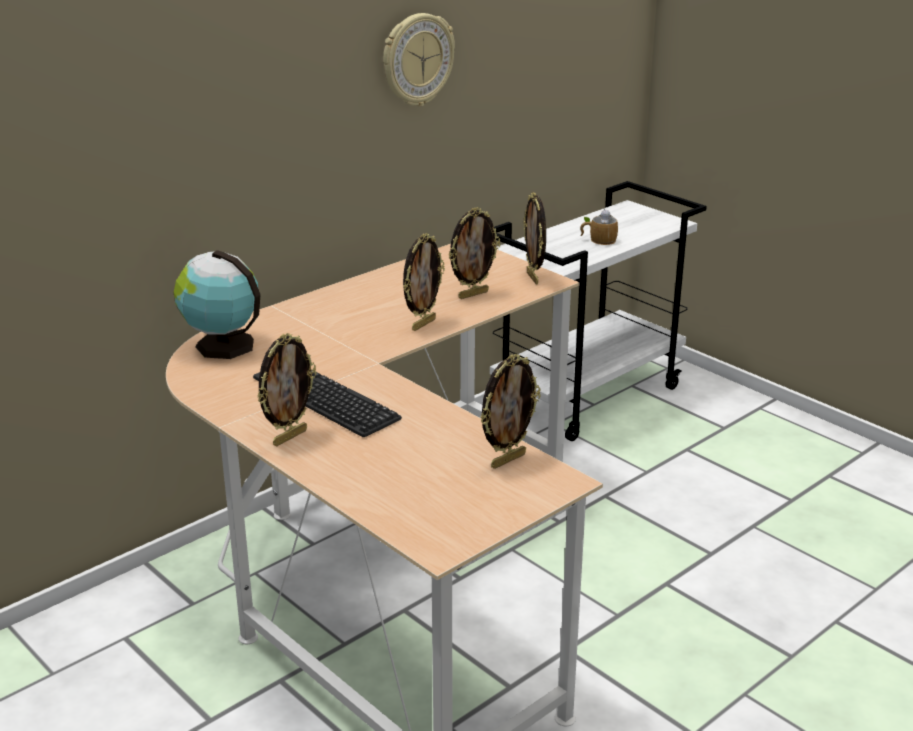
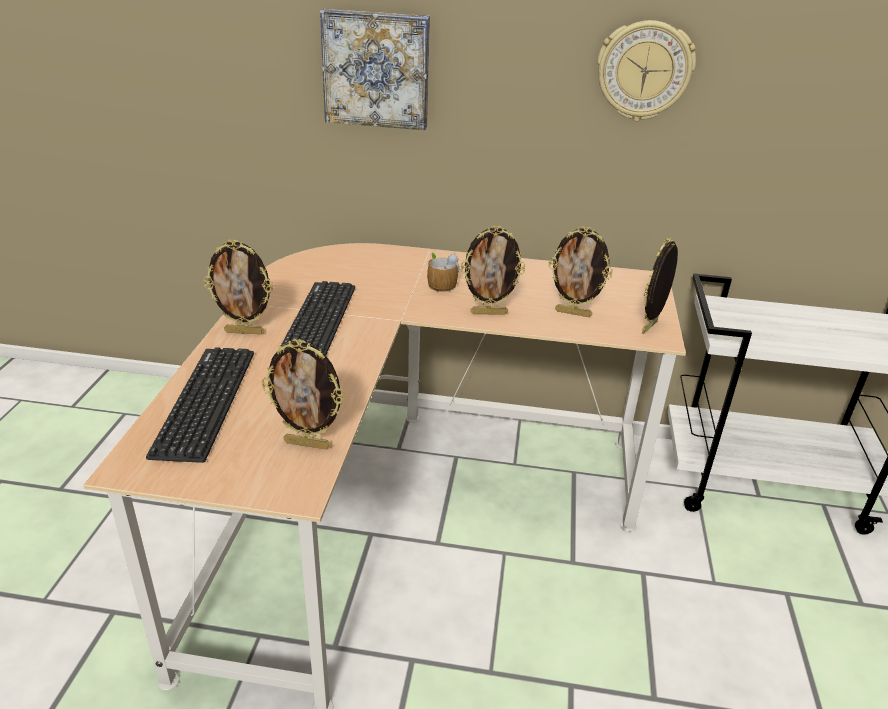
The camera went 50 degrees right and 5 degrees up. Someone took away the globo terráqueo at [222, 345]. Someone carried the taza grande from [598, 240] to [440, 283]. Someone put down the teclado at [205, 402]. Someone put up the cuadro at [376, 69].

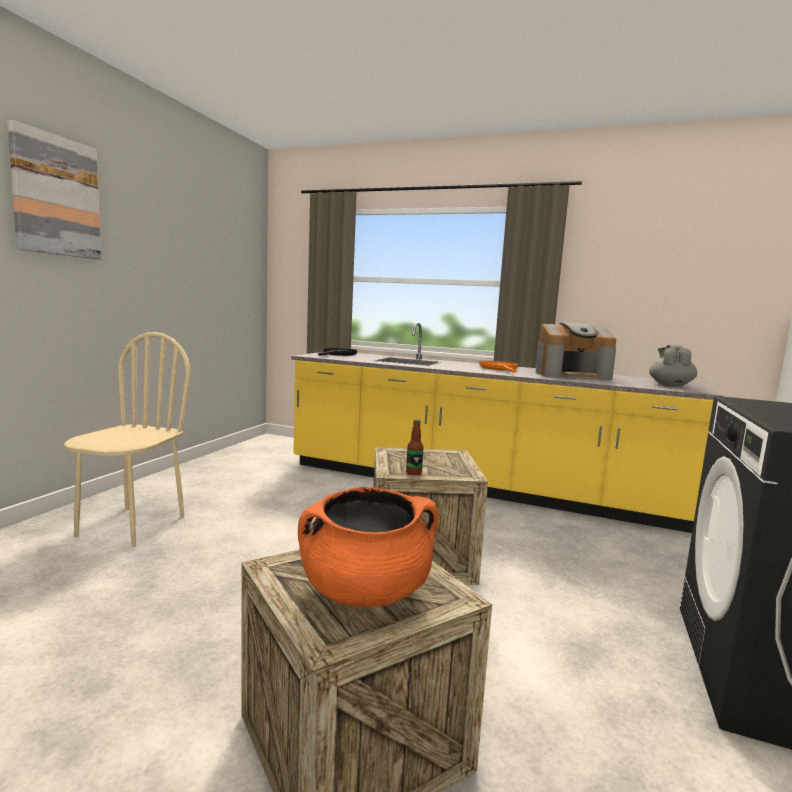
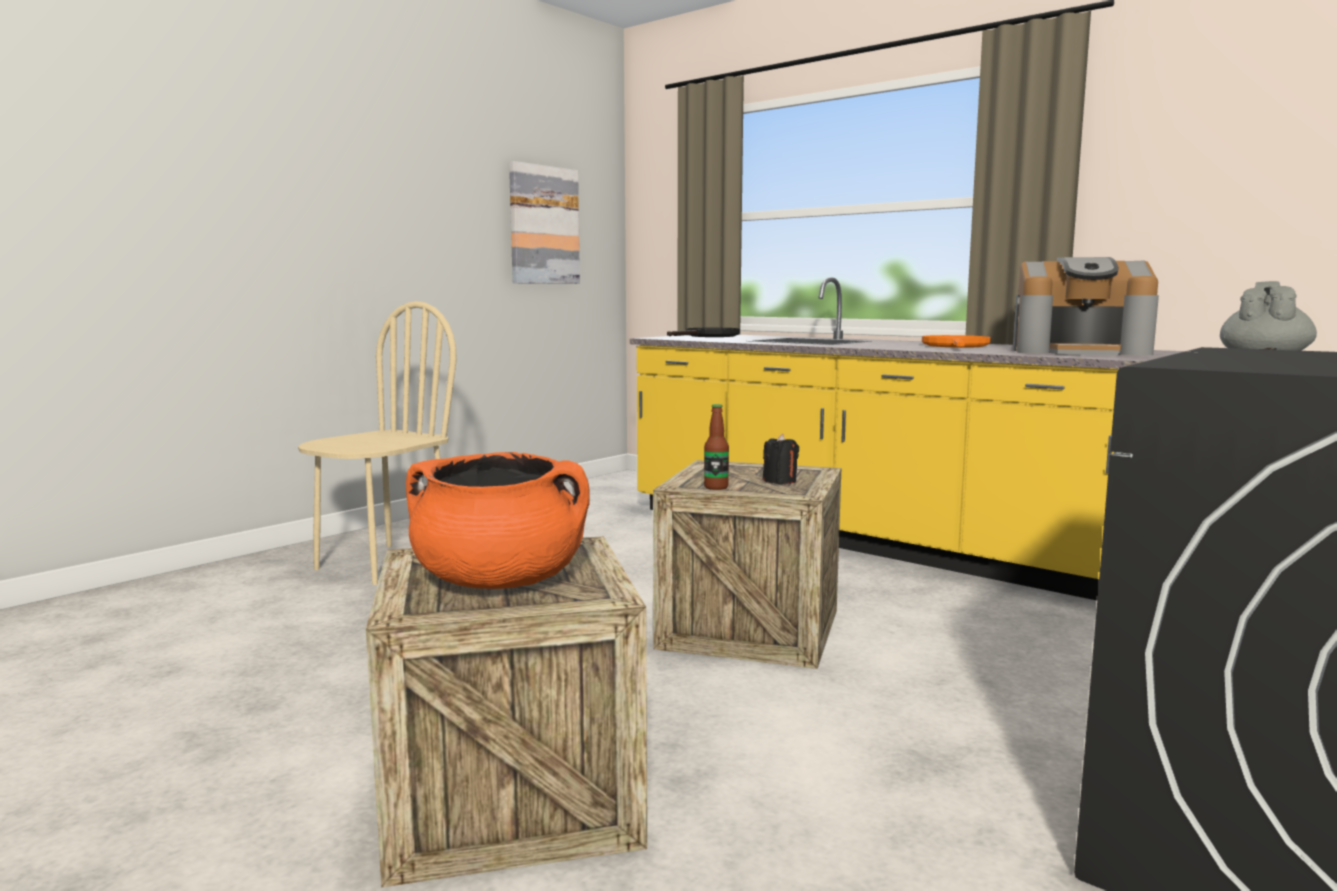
The camera went 20 degrees right and 0 degrees up. Someone carried the cuadro from [56, 196] to [543, 225]. Someone put down the vela (negro) at [780, 481].

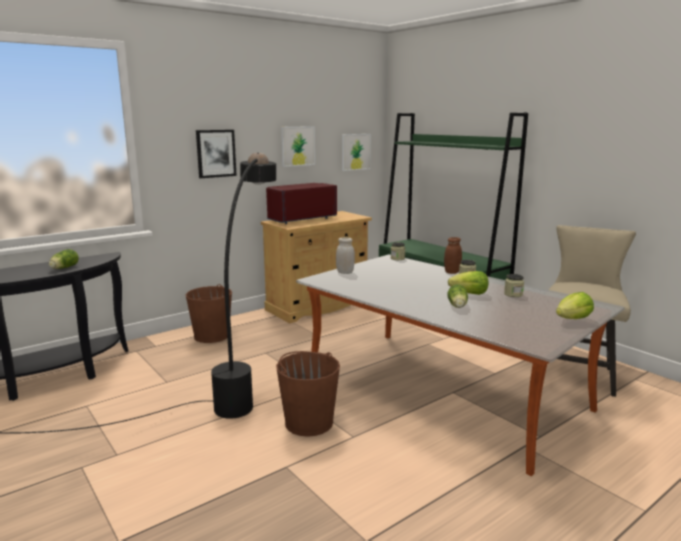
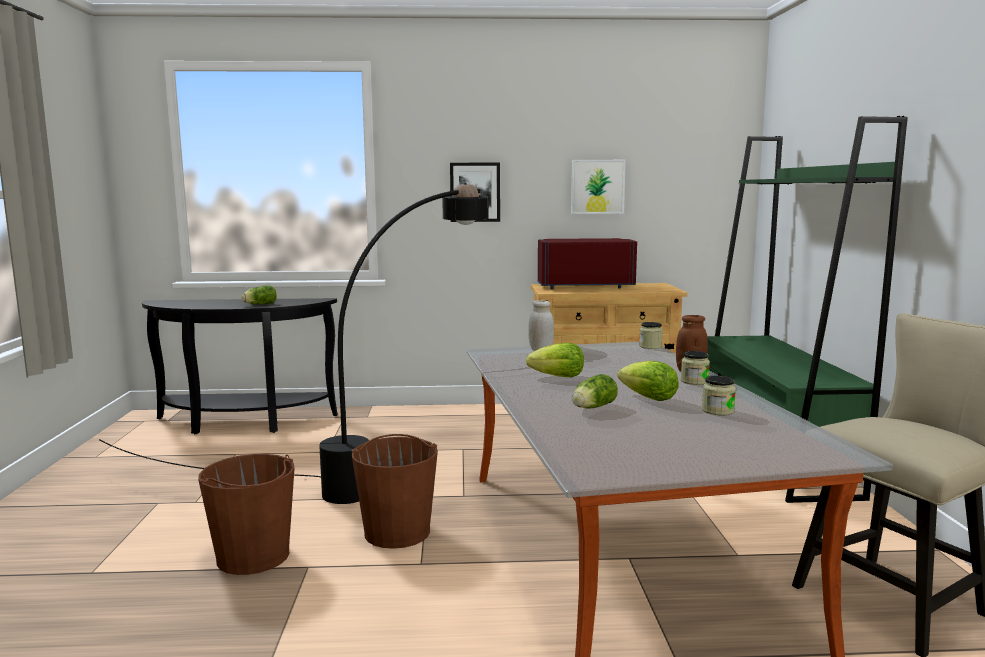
The camera went 35 degrees right and 5 degrees down. Someone carried the cubo (marrón) from [212, 336] to [253, 557]. Someone took away the cuadro at [355, 152]. Someone carried the lechuga from [573, 319] to [558, 377].

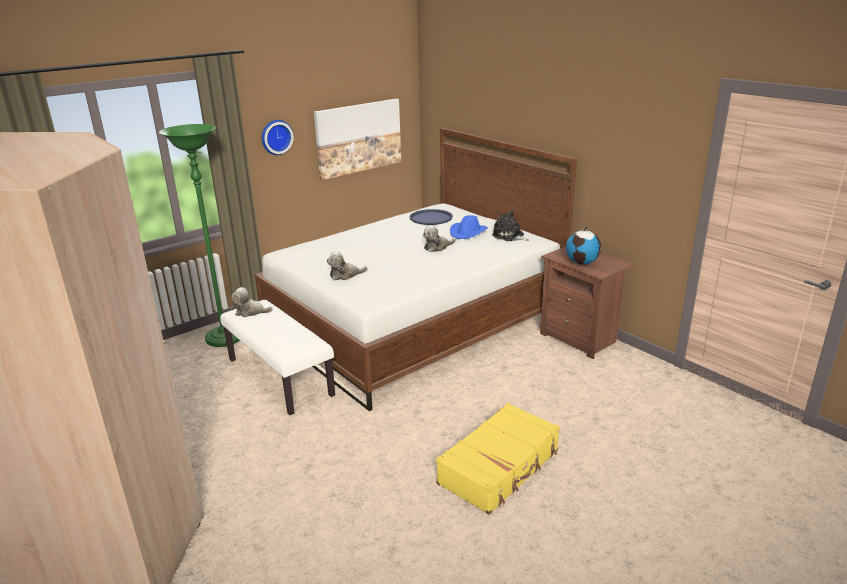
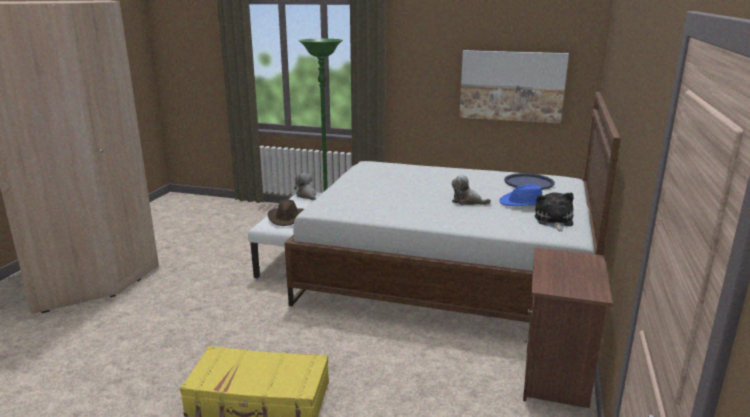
The camera went 55 degrees right and 5 degrees down. Someone took away the reloj de pared at [276, 137]. Someone took away the peluche at [345, 275]. Someone took away the globo terráqueo at [582, 263]. Someone put down the sombrero (marrón) at [287, 218].

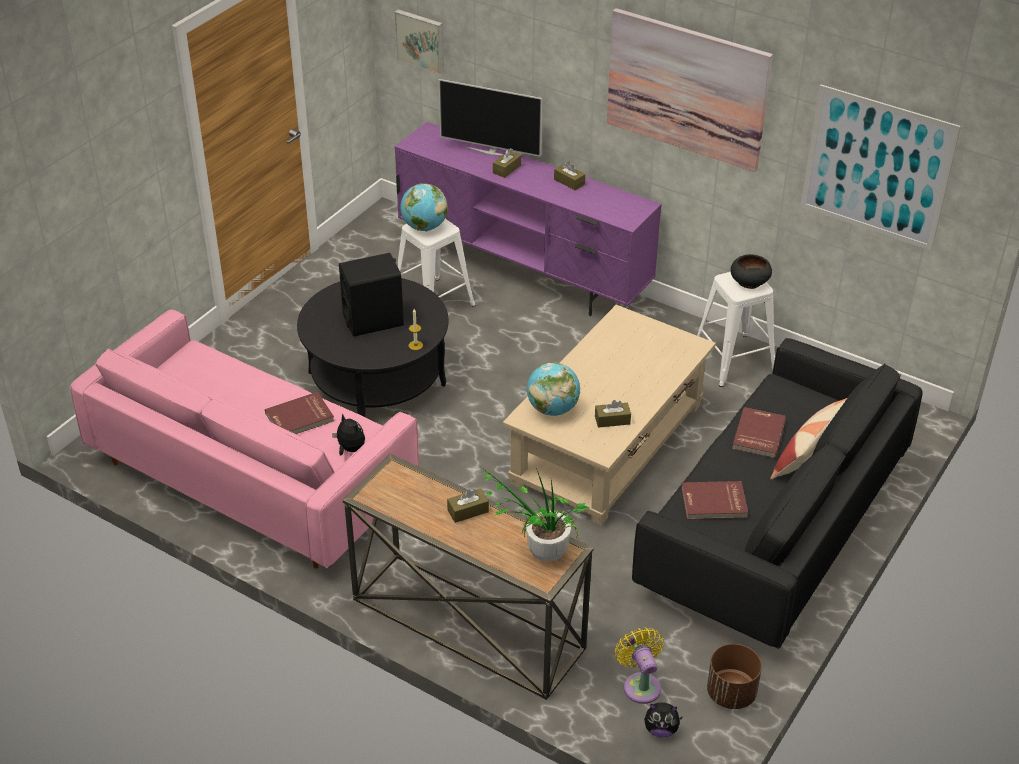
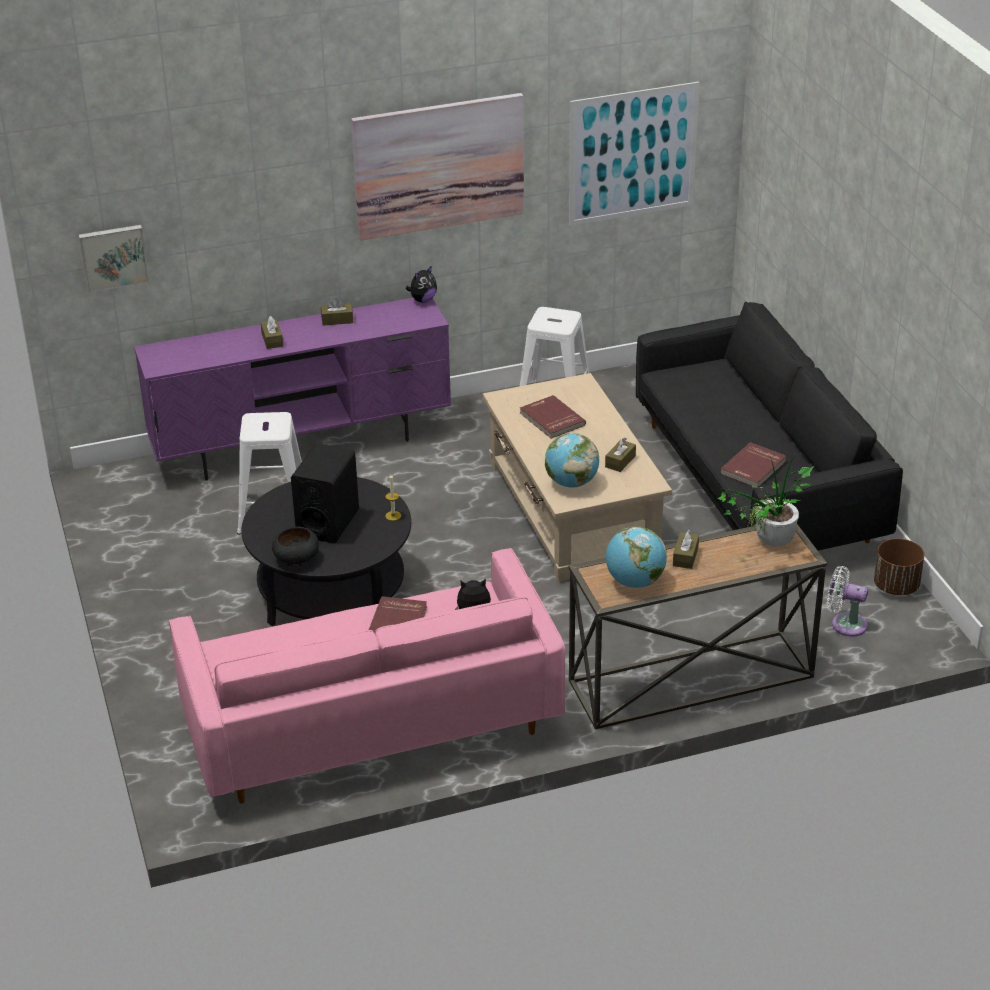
The camera went 50 degrees left and 5 degrees down. Someone carried the globo terráqueo from [424, 227] to [635, 582]. Someone took away the televisor at [491, 152]. Someone repainted the ventilador (amarillo) at [640, 684], which became the ventilador (blanco) at [845, 624]. Someone carried the peluche from [661, 729] to [423, 300]. Someone carried the cuenco (negro) from [749, 282] to [296, 559]. Someone carried the libro (rojo) from [757, 434] to [551, 419]. Someone took away the cojín at [808, 454].

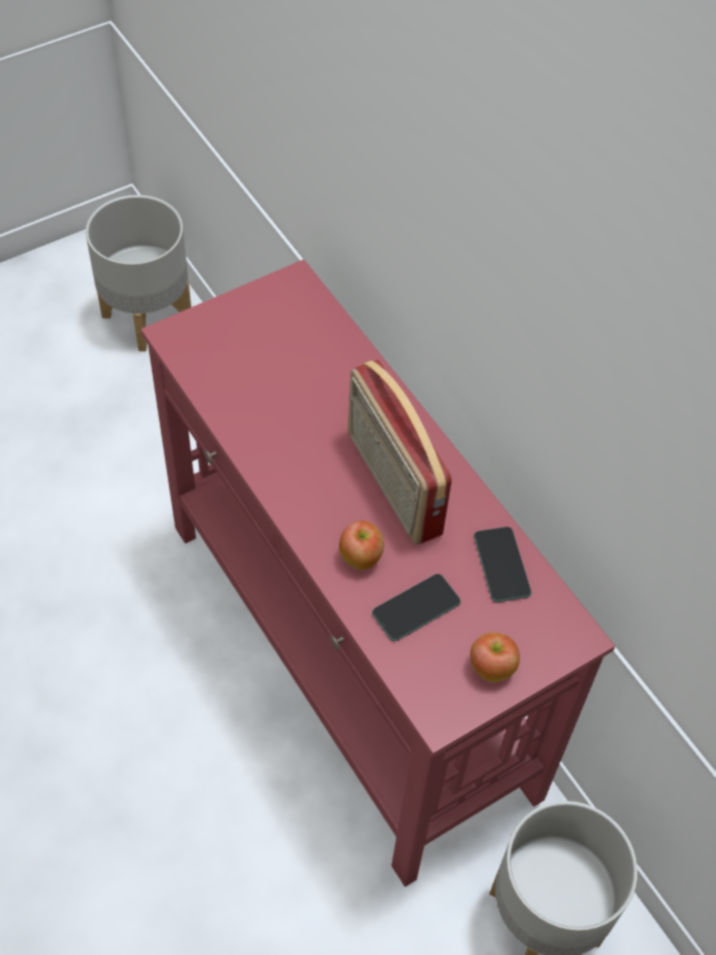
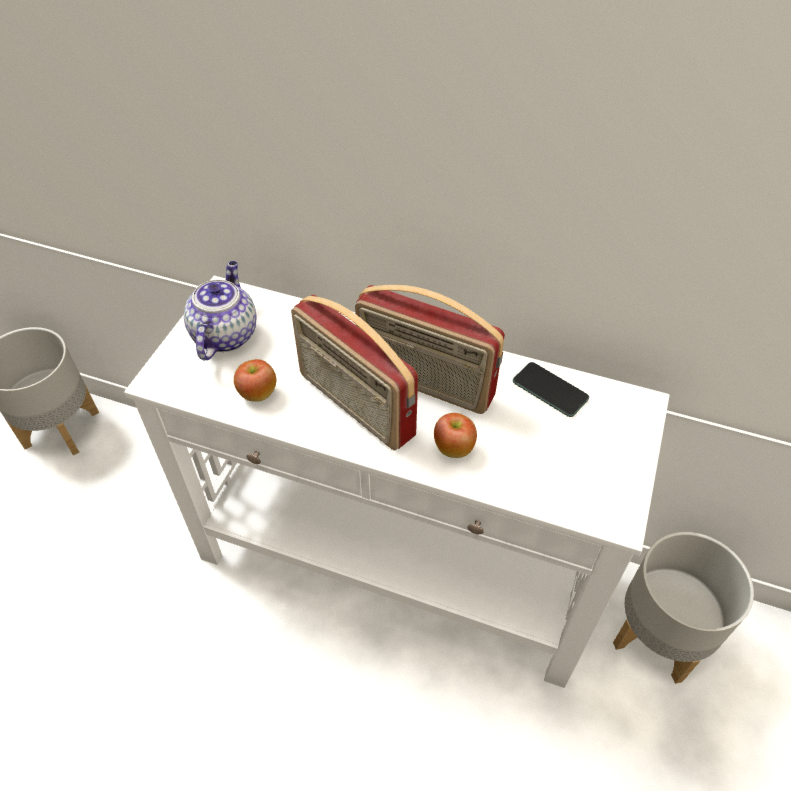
The camera went 35 degrees left and 5 degrees down. Someone repainted the mesa consola (rojo) at [348, 659], which became the mesa consola (blanco) at [397, 563]. Someone took away the móvil at [416, 608]. Someone carried the manzana from [491, 668] to [258, 394]. Someone put down the tetera at [225, 334]. Someone put down the radio at [354, 406].

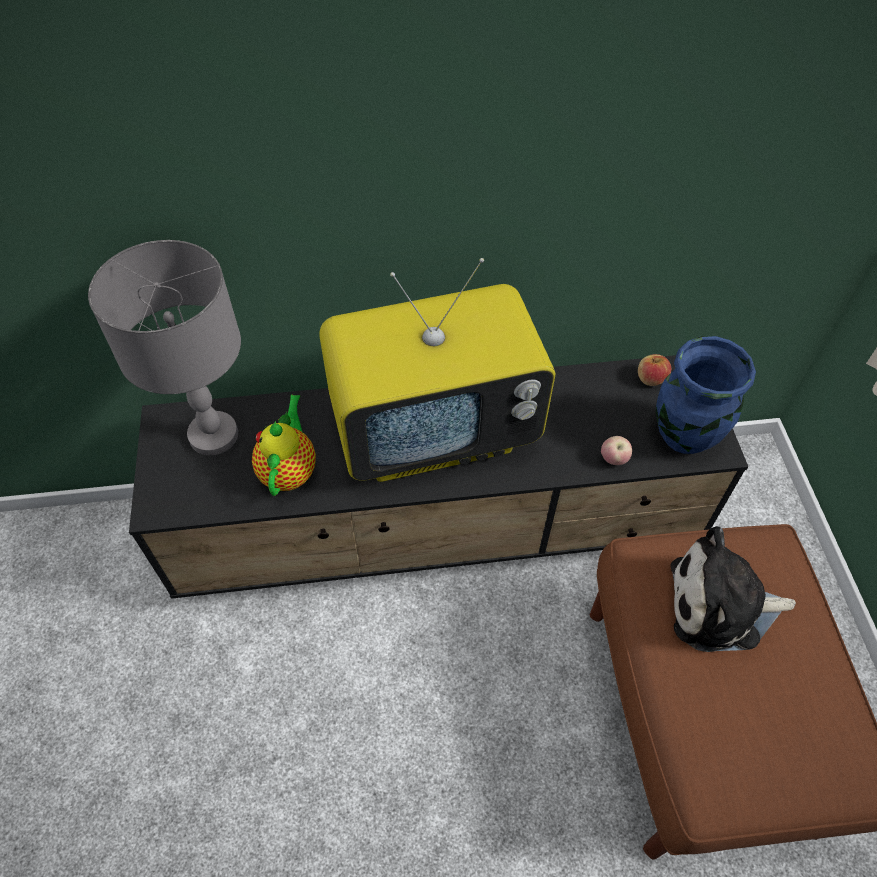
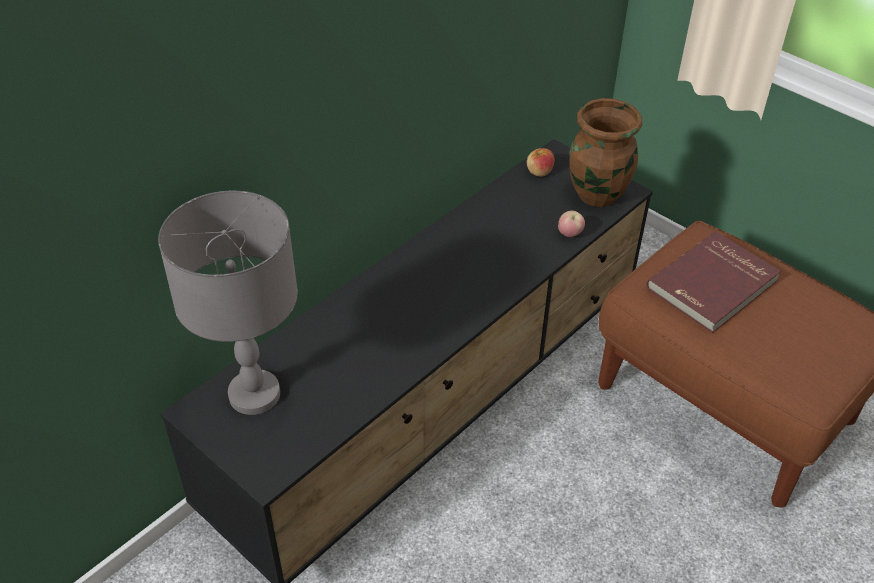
The camera went 40 degrees left and 10 degrees down. Someone took away the tetera at [289, 470]. Someone took away the televisor at [435, 431]. Someone repainted the florero (azul) at [683, 436], which became the florero (marrón) at [597, 195]. Someone swapped the peluche at [720, 606] for the libro (rojo) at [714, 285].

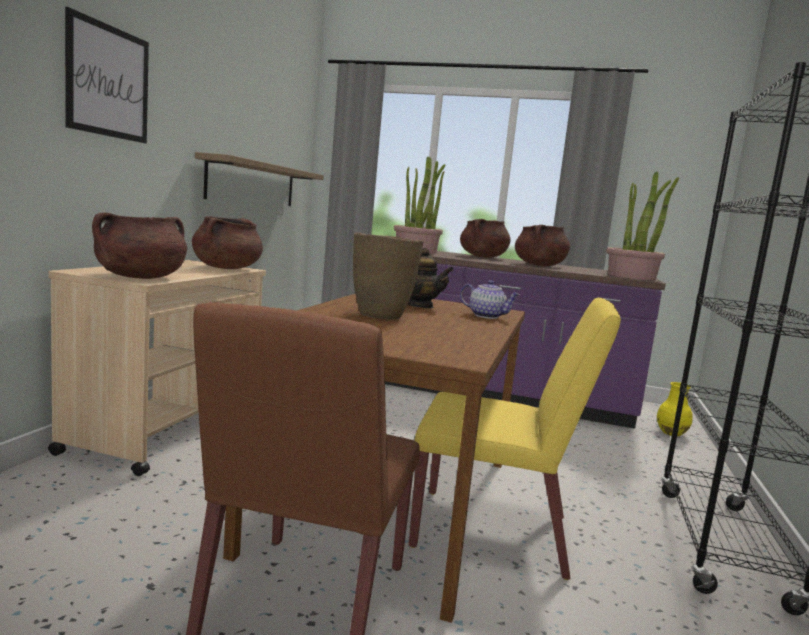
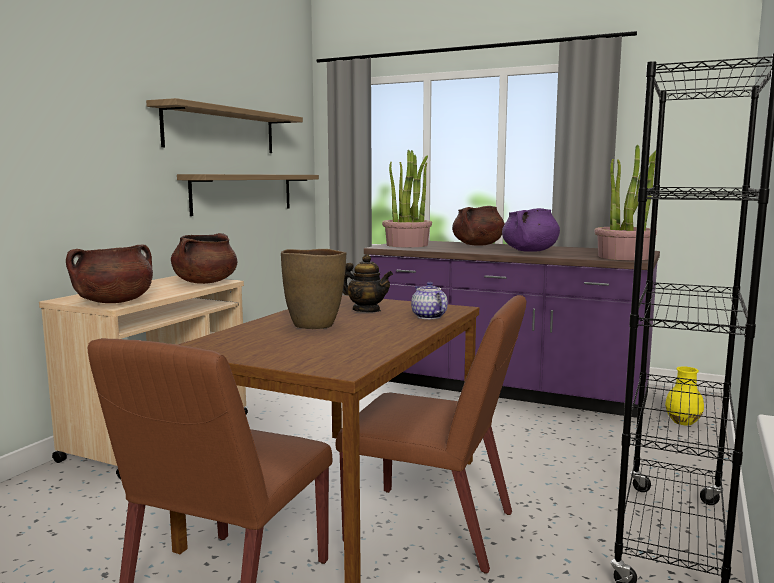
The camera went 10 degrees right and 0 degrees up. Someone took away the cuadro at [108, 81]. Someone repainted the silla (amarillo) at [494, 532], which became the silla (marrón) at [433, 527]. Someone rotated the tetera at [487, 316] by 150 degrees counterclockwise. Someone repainted the olla (marrón) at [539, 265], which became the olla (morado) at [529, 251]. Someone put up the estante at [221, 130].

